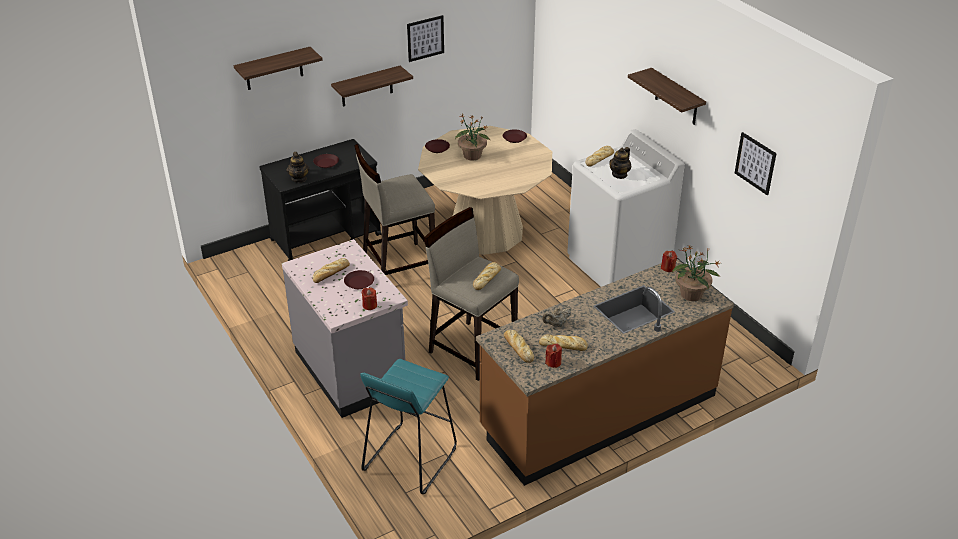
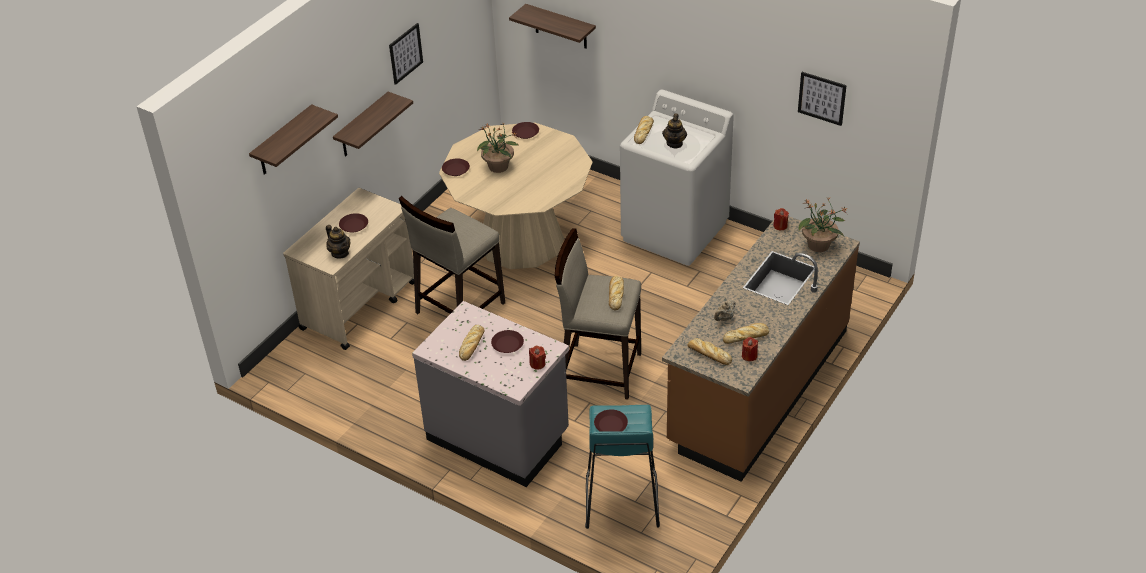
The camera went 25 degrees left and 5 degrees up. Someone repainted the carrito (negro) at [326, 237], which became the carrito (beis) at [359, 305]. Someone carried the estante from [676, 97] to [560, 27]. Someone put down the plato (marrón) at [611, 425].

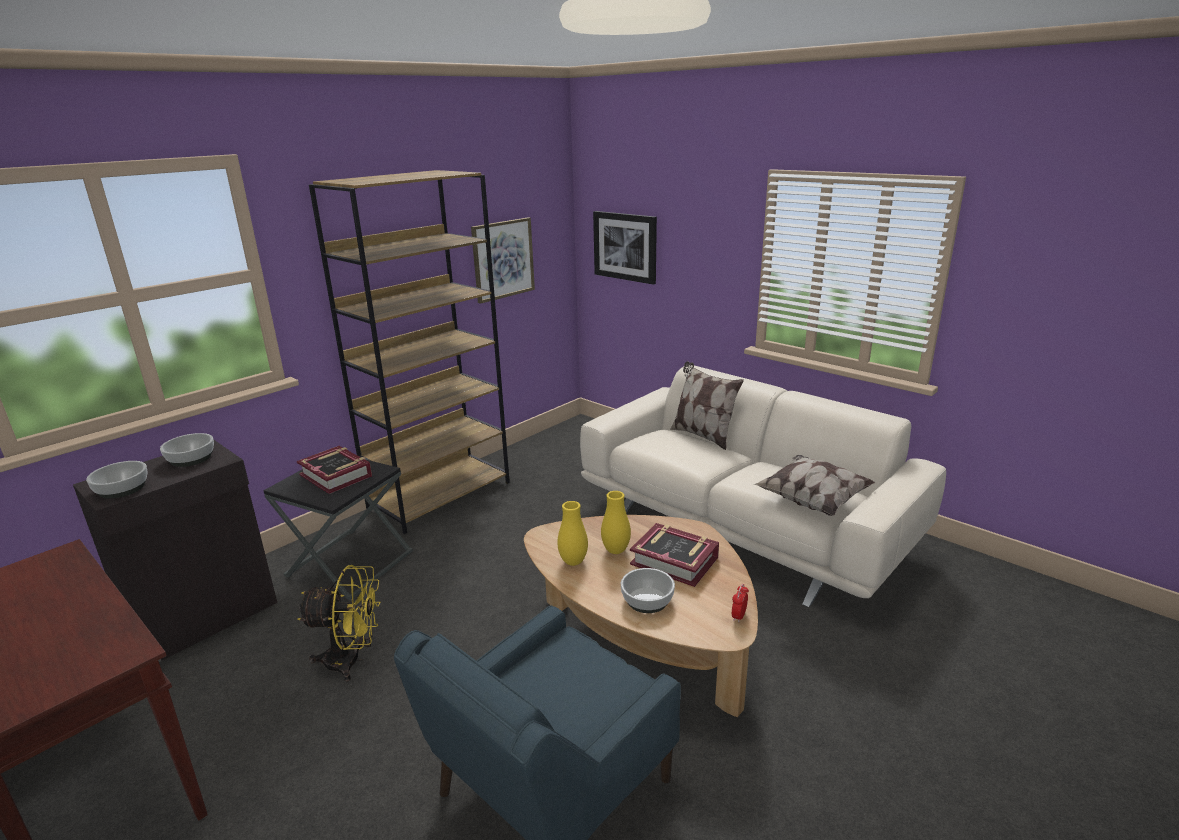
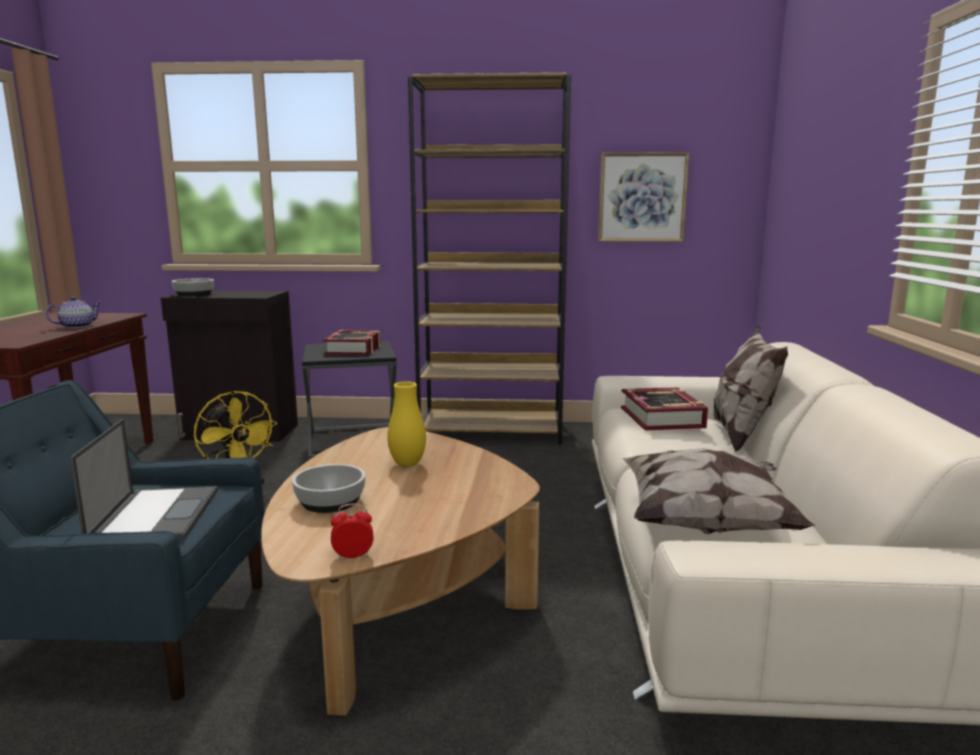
The camera went 50 degrees right and 10 degrees down. Someone took away the cuenco at [191, 458]. Someone took away the florero (amarillo) at [573, 562]. Someone took away the cuadro at [625, 246]. Someone carried the libro from [674, 561] to [662, 418]. Someone put down the tetera at [76, 326]. Someone put down the portátil at [155, 514].

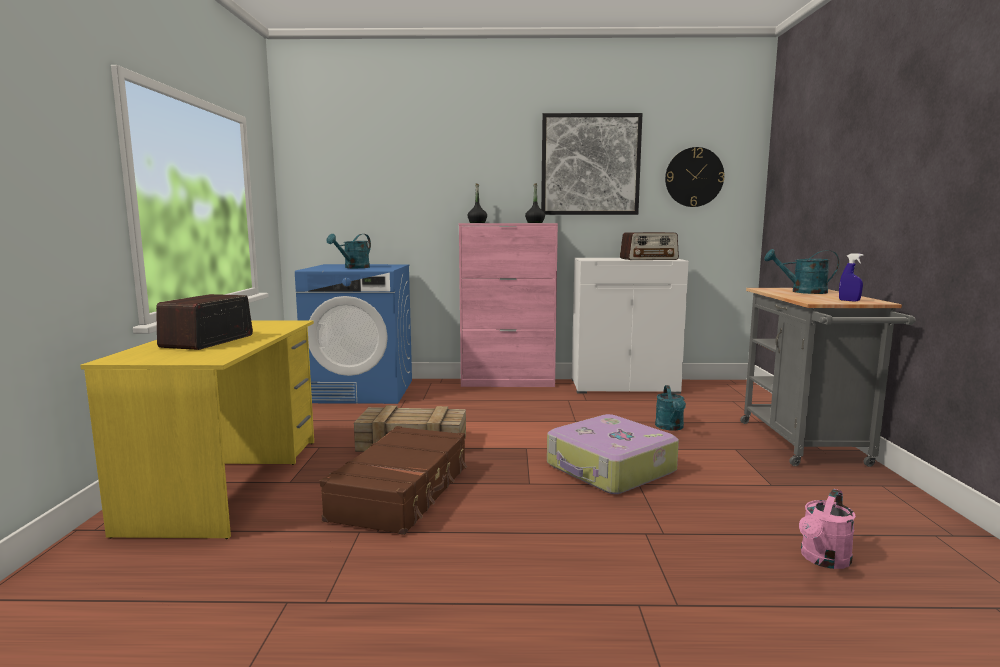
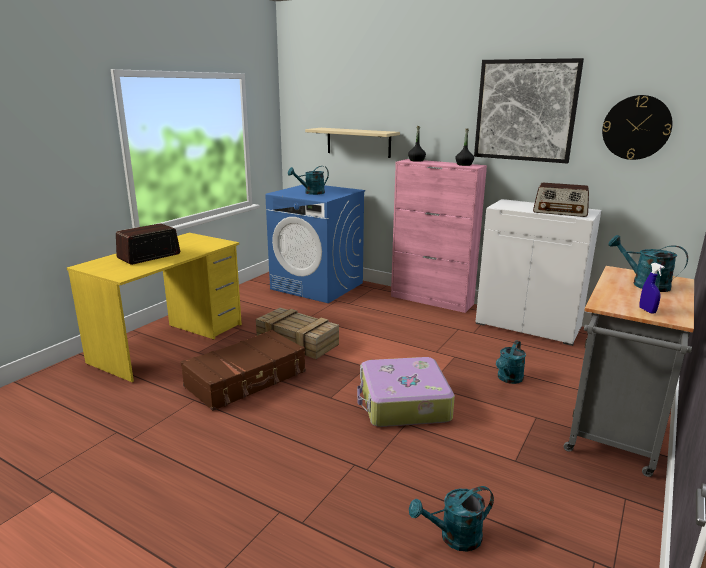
The camera went 30 degrees right and 10 degrees up. Someone repainted the regadera (rosa) at [823, 560], which became the regadera (turquesa) at [454, 537]. Someone put up the estante (beis) at [358, 142].

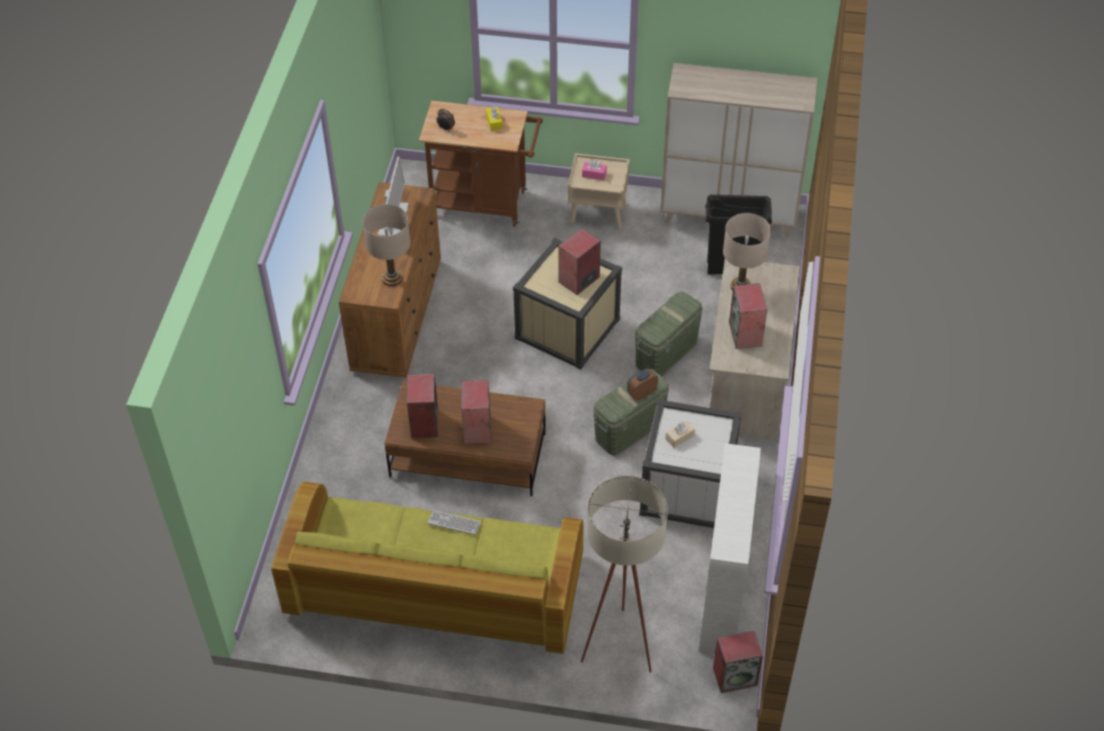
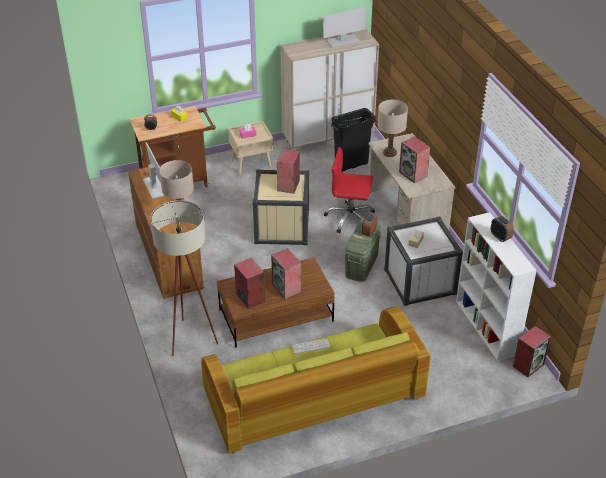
The camera went 30 degrees left and 10 degrees down. Someone carried the lámpara de pie (beis) from [620, 639] to [189, 335]. Someone swapped the caja de almacenaje (verde) at [666, 353] for the silla de oficina (rojo) at [350, 218]. Someone put down the monitor at [343, 41]. Someone put down the despertador at [500, 237].

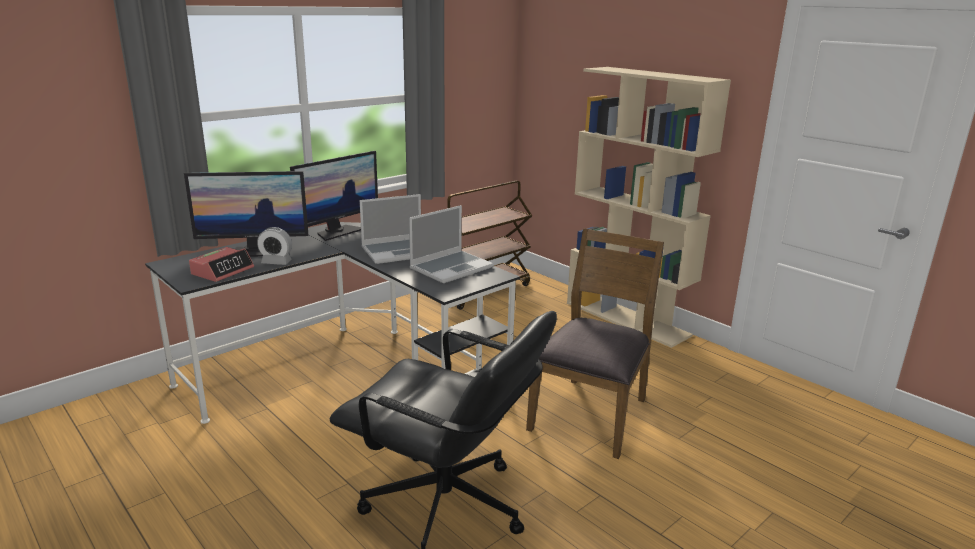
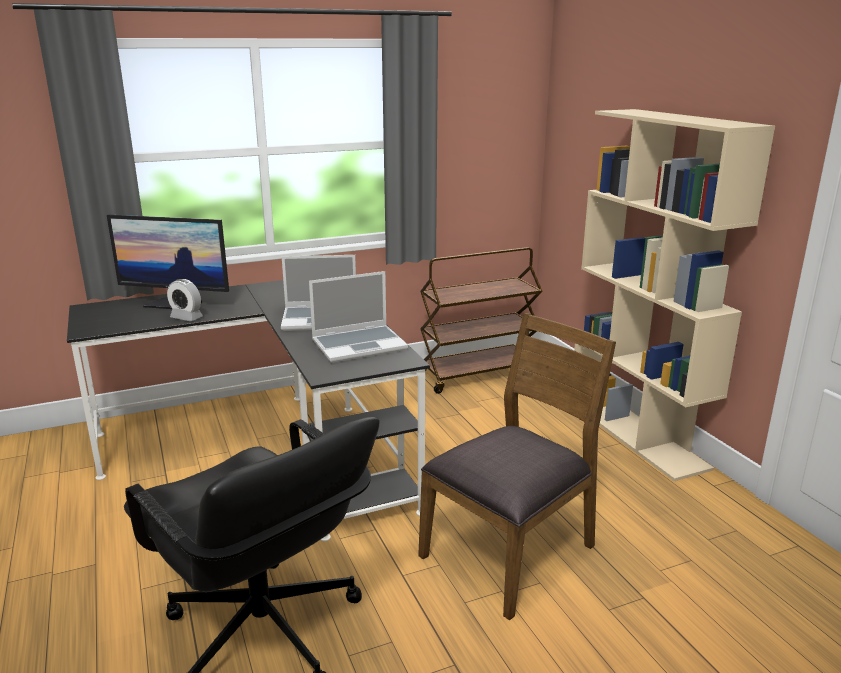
The camera went 20 degrees right and 0 degrees up. Someone took away the despertador at [223, 271]. Someone took away the monitor at [337, 232].

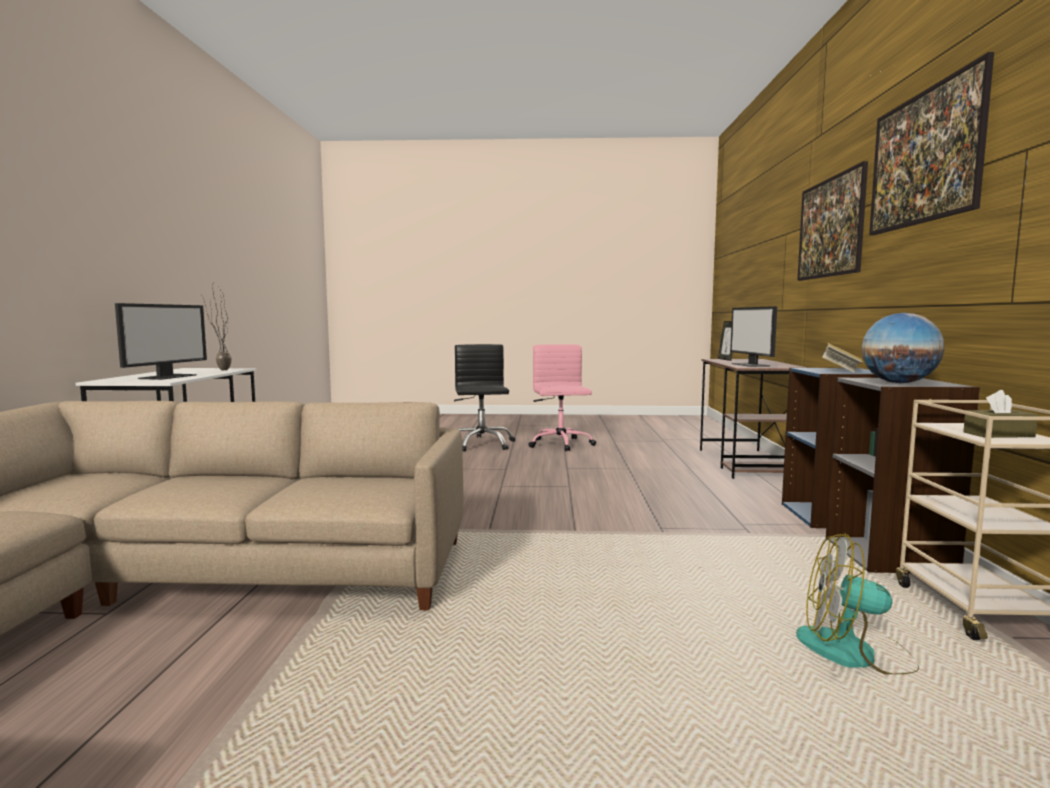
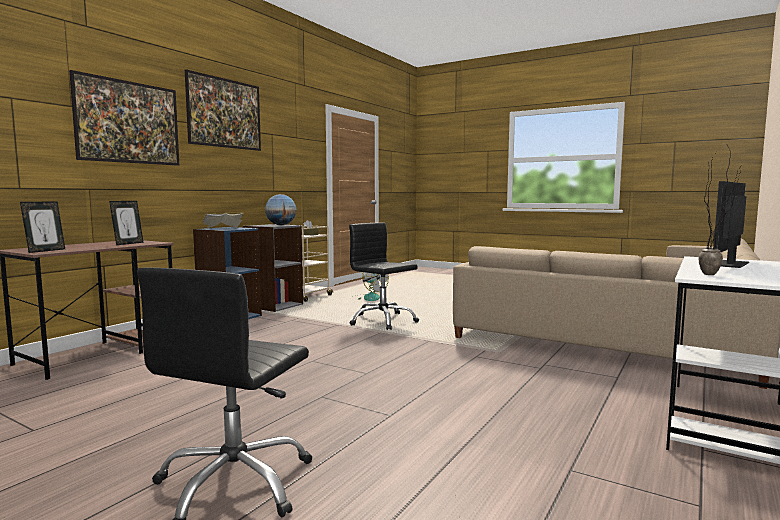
The camera went 150 degrees left and 0 degrees up. Someone took away the silla de oficina (rosa) at [560, 444]. Someone swapped the monitor at [751, 365] for the portarretratos at [128, 243]. Someone put down the silla de oficina (negro) at [382, 321].

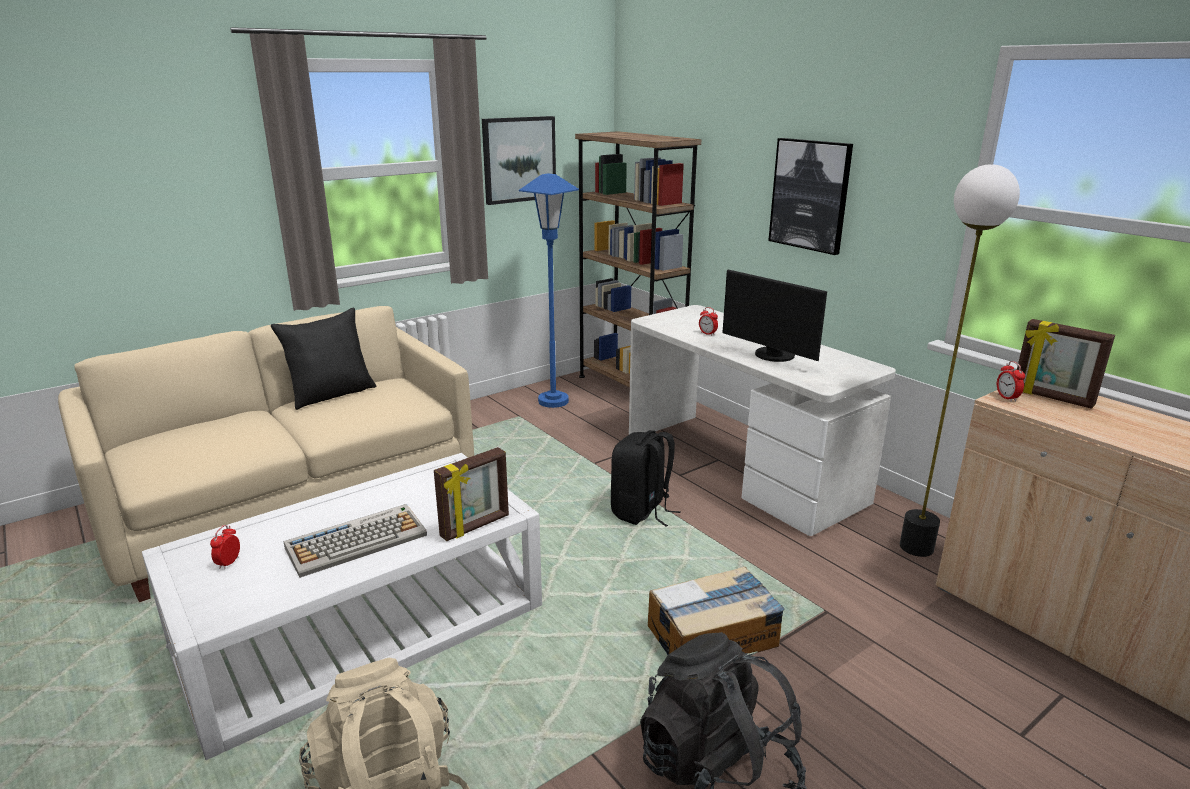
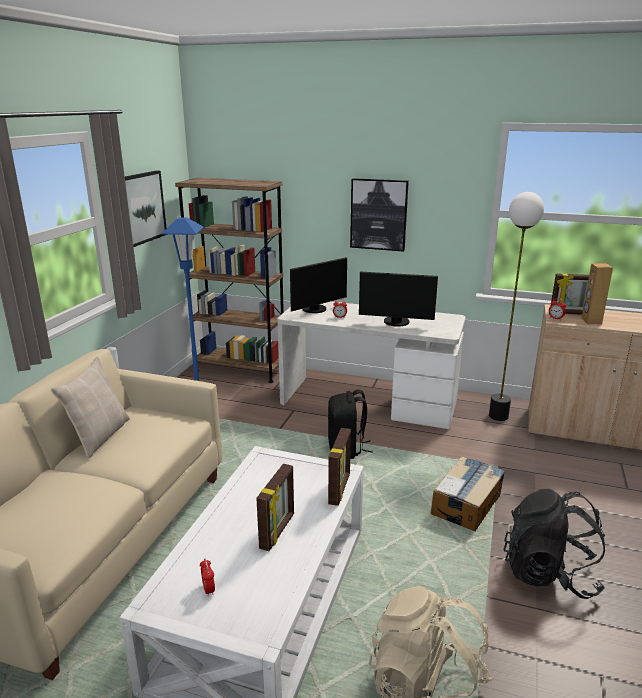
The camera went 35 degrees left and 0 degrees up. Someone repainted the cojín (negro) at [331, 394], which became the cojín (beis) at [99, 436]. Someone swapped the teclado at [357, 541] for the portarretratos at [278, 531]. Someone put down the monitor at [316, 310]. Someone put down the altavoz (marrón) at [591, 321].

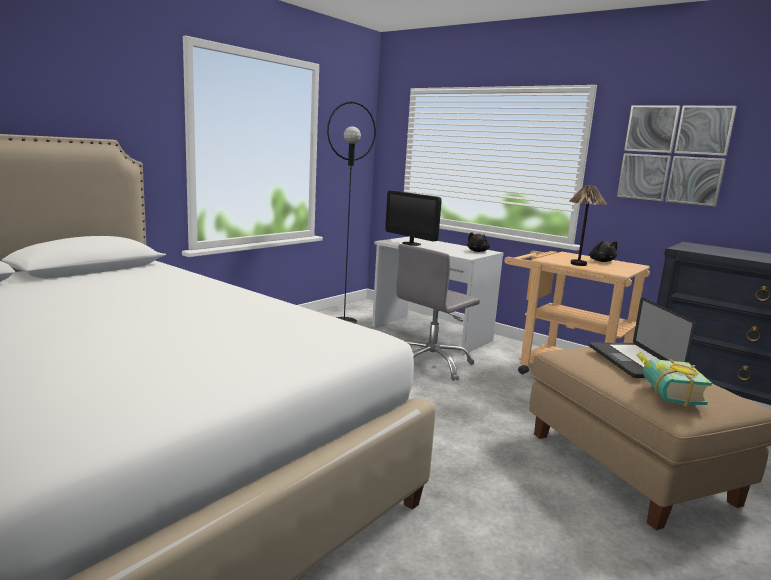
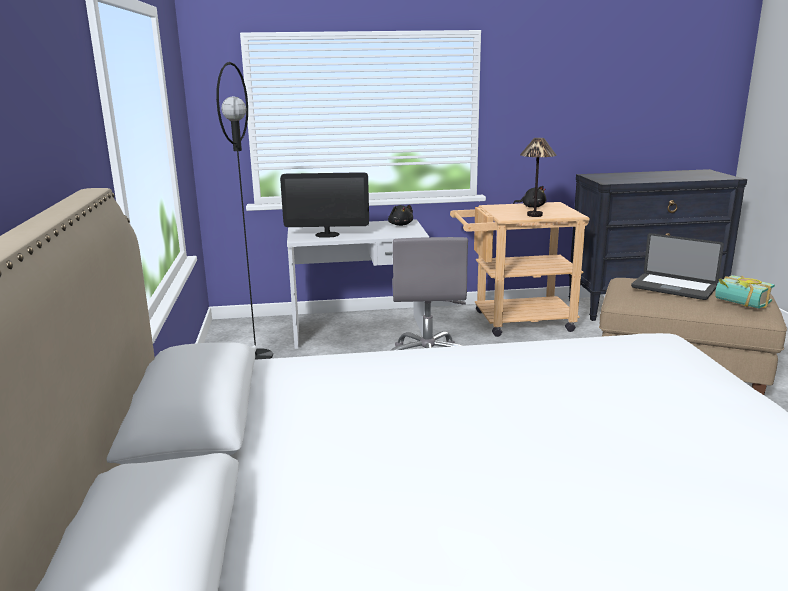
The camera went 45 degrees left and 5 degrees up. Someone took away the cuadro at [673, 154].

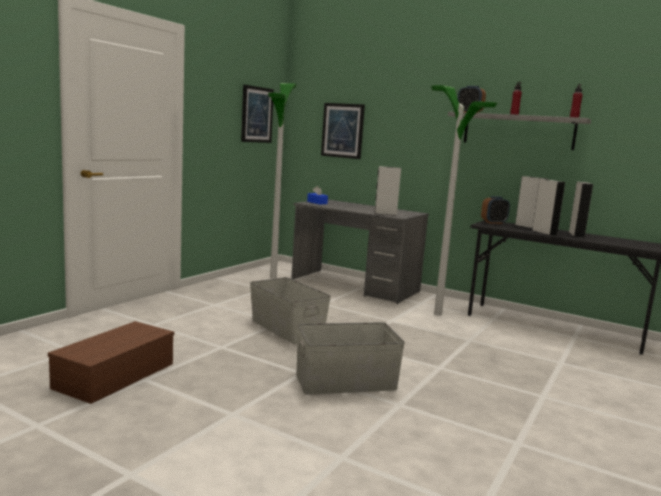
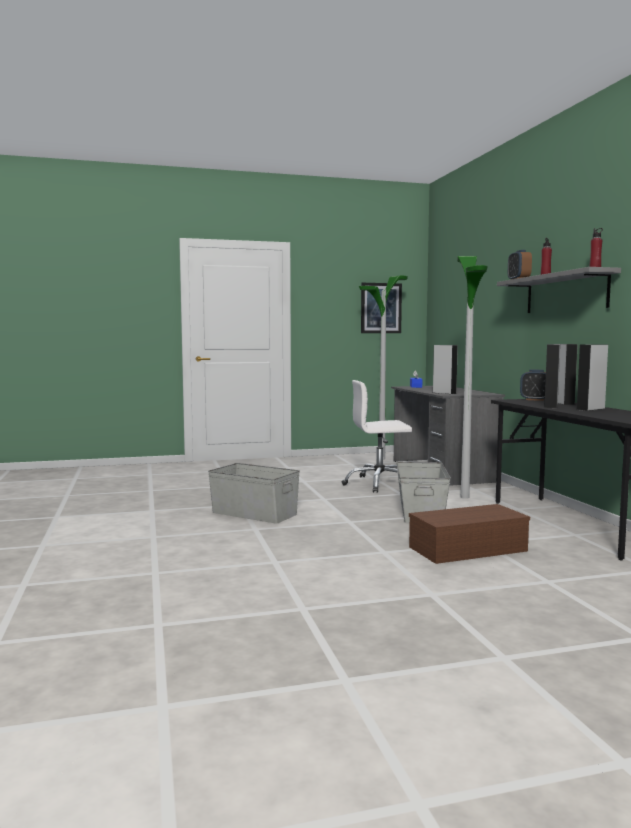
The camera went 45 degrees right and 5 degrees down. Someone carried the caja de almacenaje (marrón) from [115, 374] to [468, 548]. Someone carried the caja de almacenaje (gris) from [287, 328] to [421, 512]. Someone took away the cuadro at [342, 130]. Someone put down the silla de oficina (blanco) at [379, 484].

